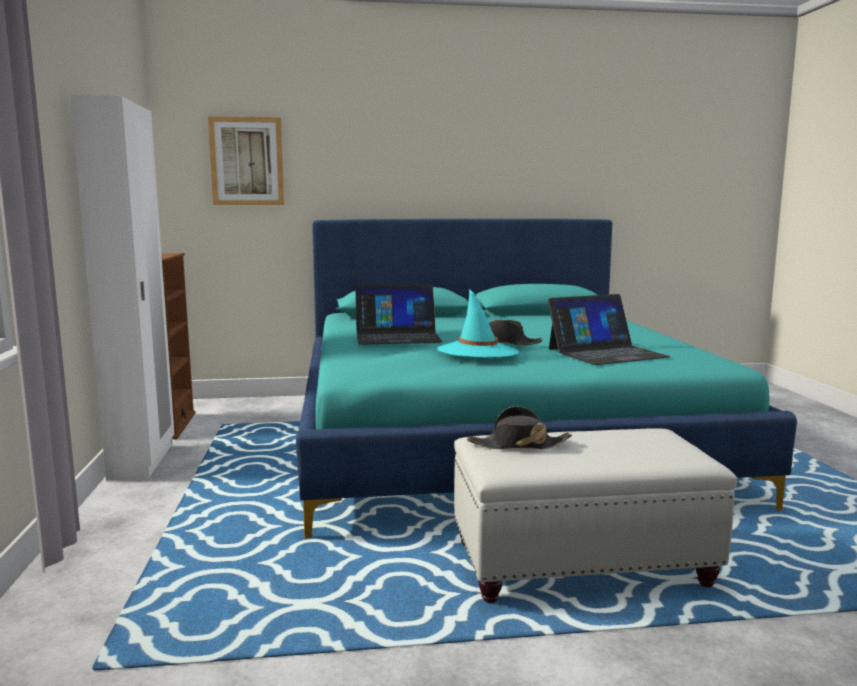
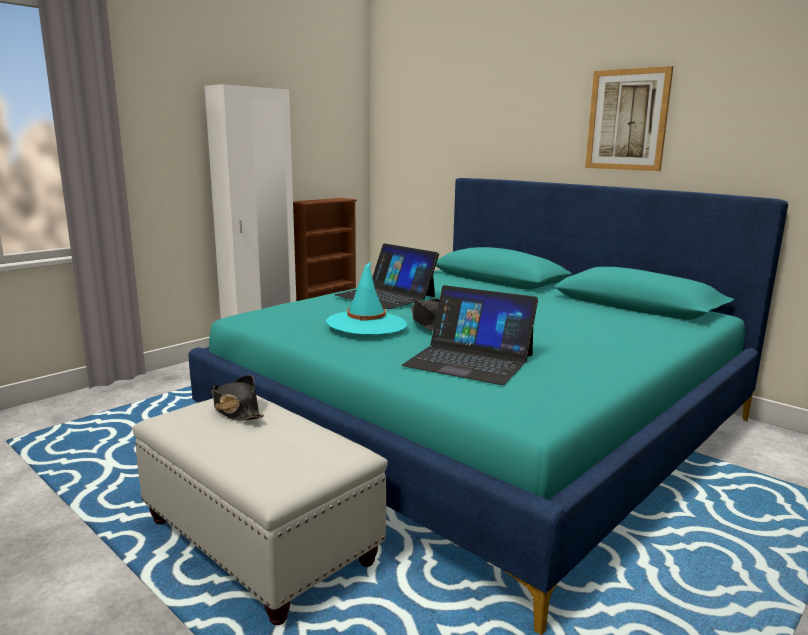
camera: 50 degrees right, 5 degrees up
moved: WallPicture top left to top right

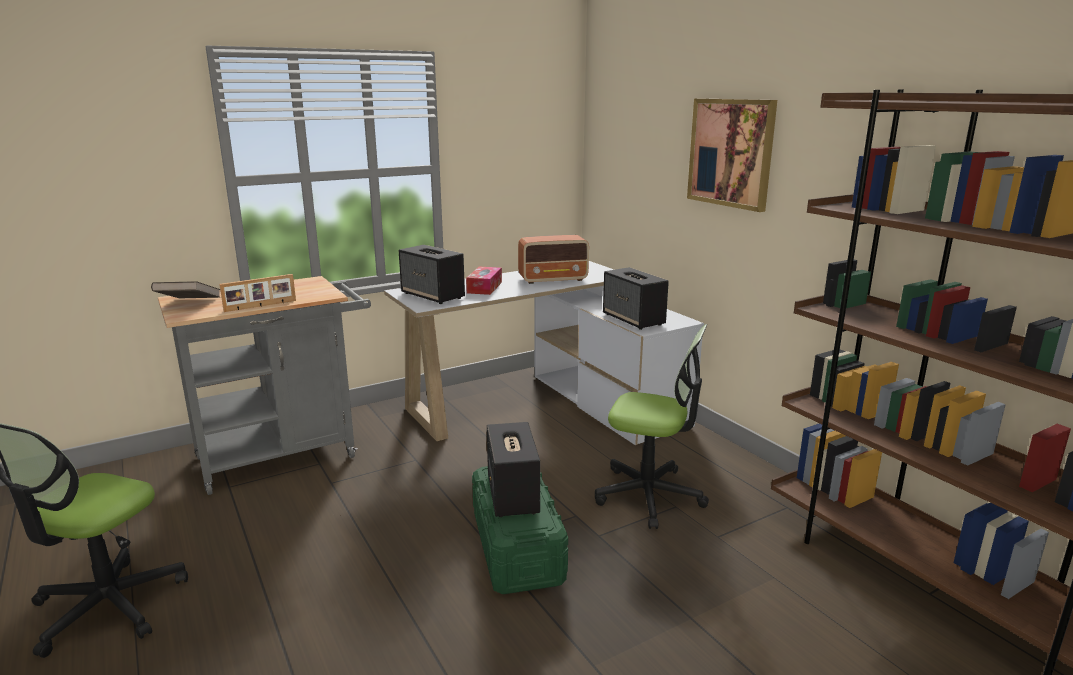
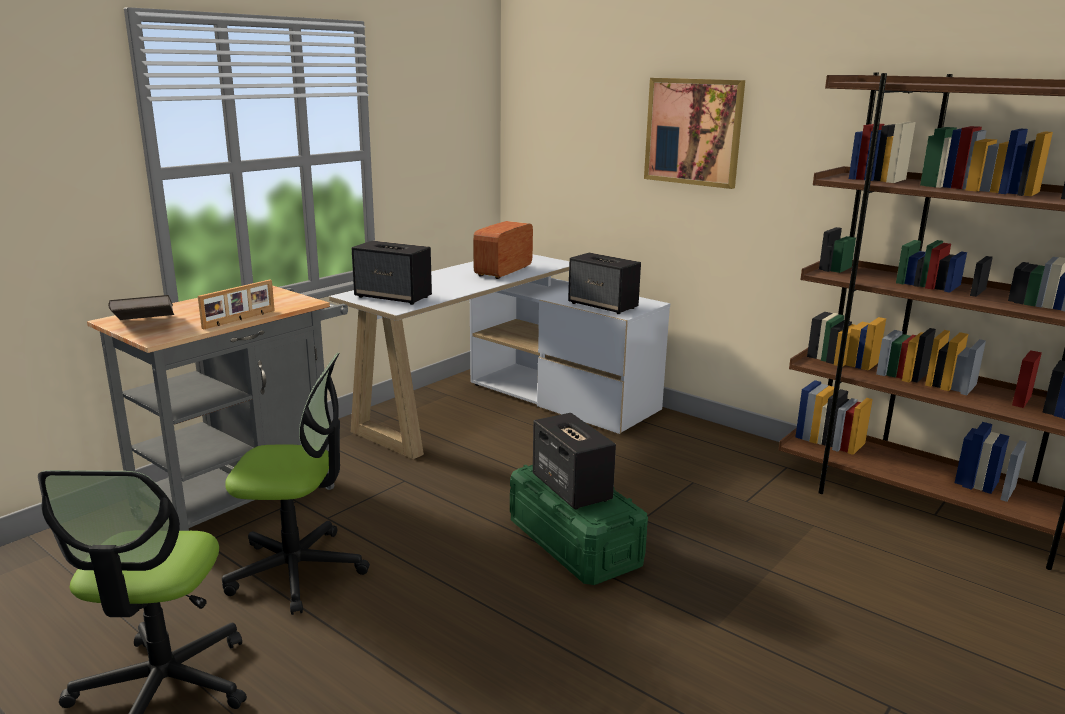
camera: 20 degrees left, 0 degrees up
removed: TissueHolder centre
moved: DeskChair (2nd from left) centre to bottom left
turned: RadioReceiver centre = centre 150 degrees clockwise

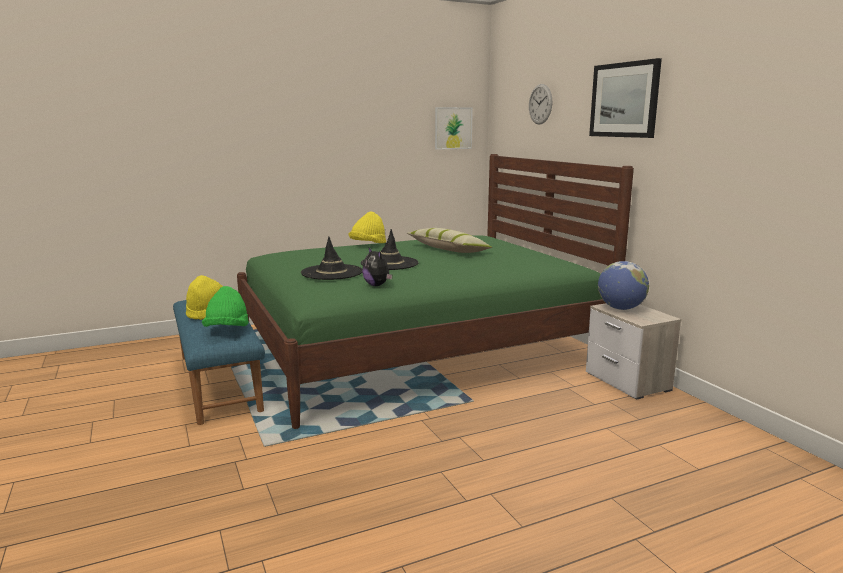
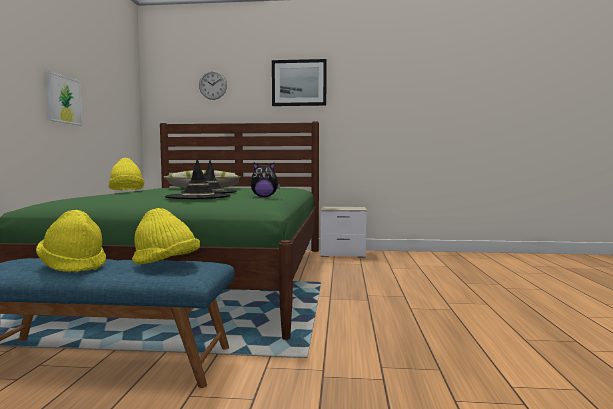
camera: 60 degrees left, 10 degrees down
removed: WorldGlobe middle right
moved: WallPicture (1st from left) top centre to top left
recoloured: GreenishHat middle left to YellowHat (3rd from left) middle left

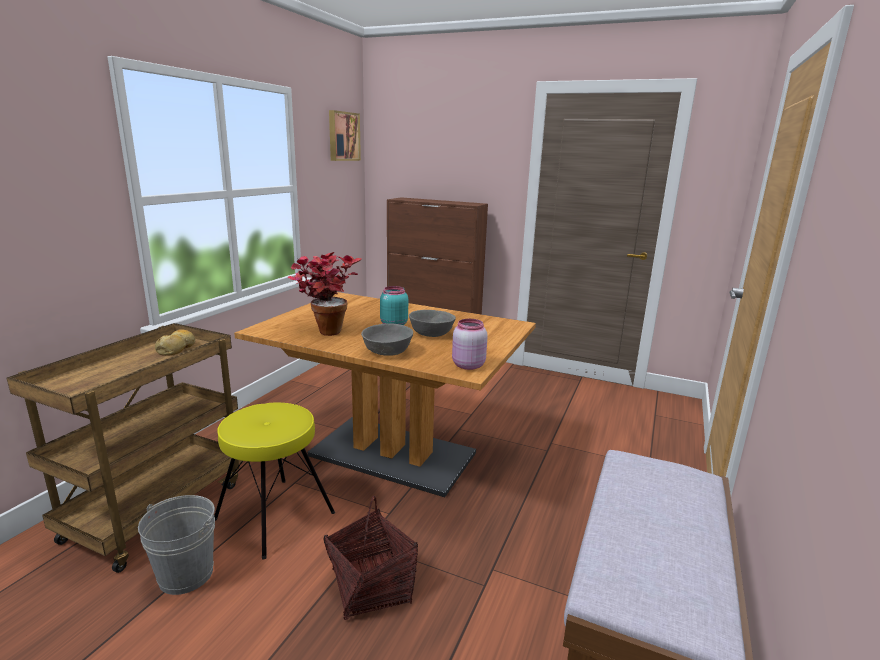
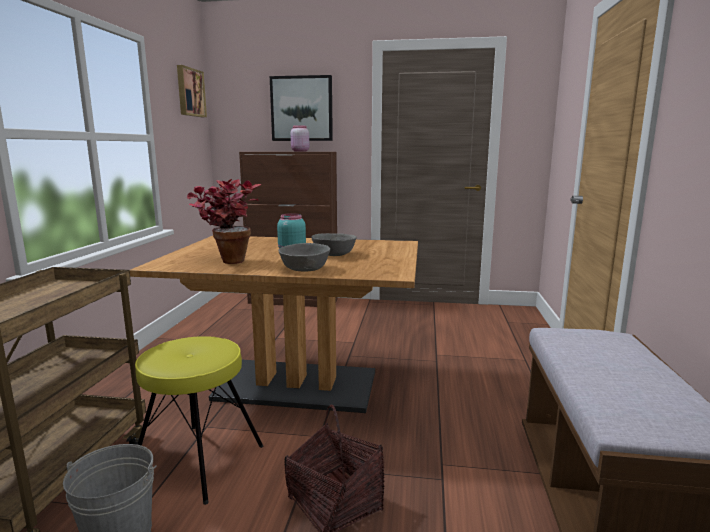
camera: 15 degrees left, 5 degrees down
removed: Bread middle left
added: WallPicture (2nd from left) top centre
moved: PinkColouredStorageJar centre to top centre

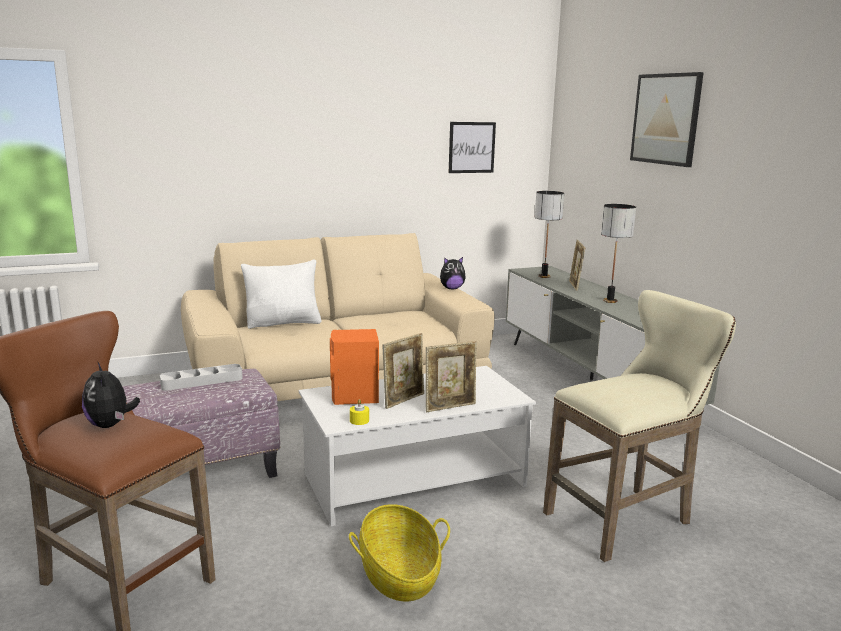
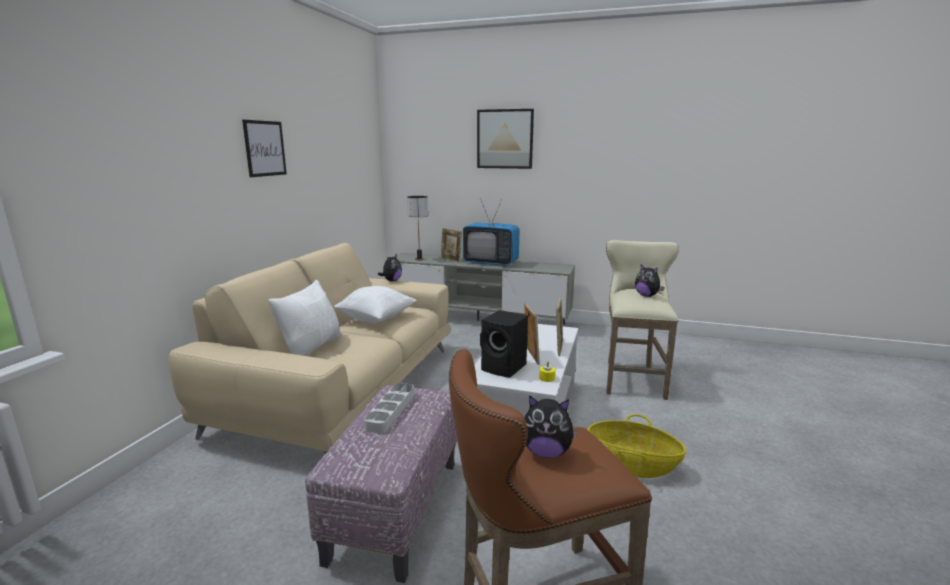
camera: 50 degrees left, 0 degrees up
added: WhitishPillow (2nd from left) centre; PlushToy (3rd from left) middle right
moved: WallPicture (1st from left) top centre to top left
replaced: LampForATable (2nd from left) middle right to Television centre
recoloured: OrangeColouredSpeaker centre to BlackSpeaker centre

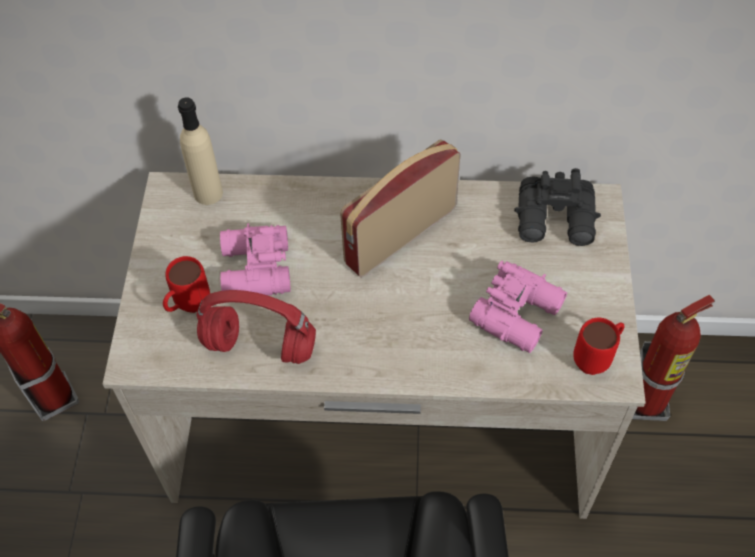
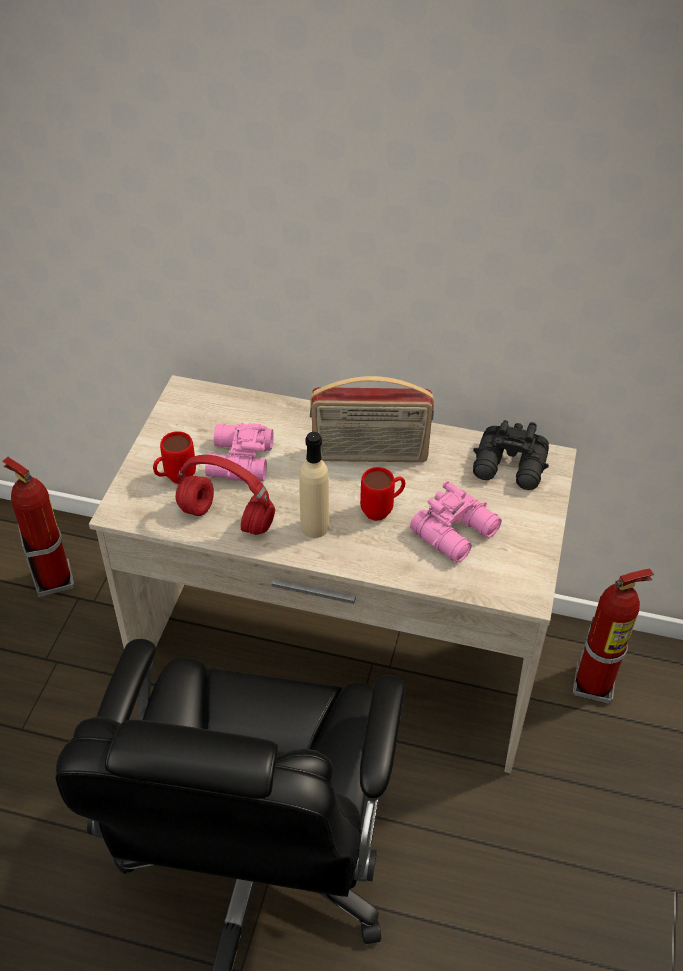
camera: 10 degrees right, 10 degrees down
moved: SandColouredDrinkBottle top left to centre; RedColouredMug (2nd from left) middle right to centre
turned: RadioReceiver centre = centre 150 degrees counterclockwise

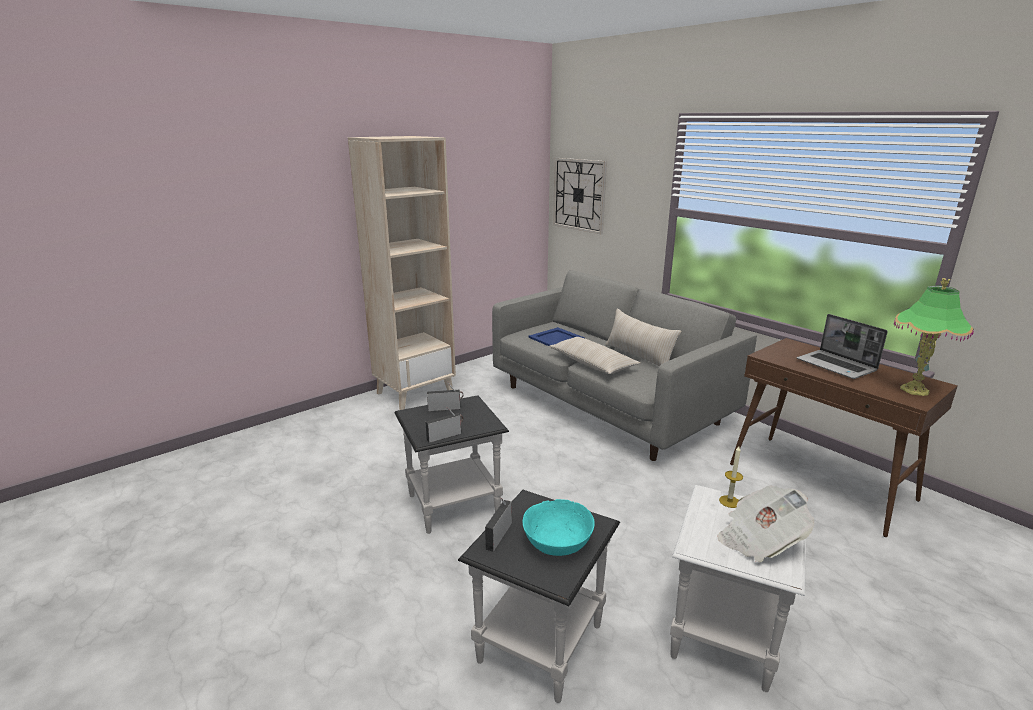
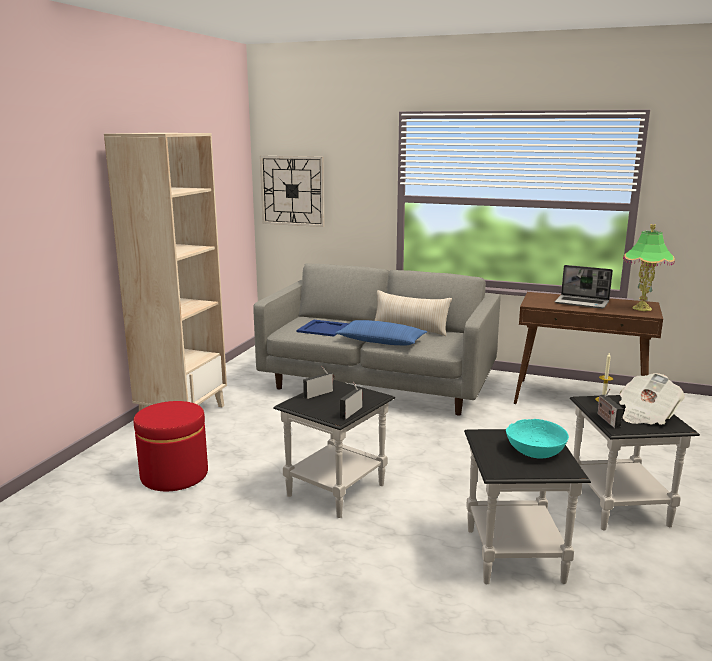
camera: 30 degrees left, 5 degrees down
added: RedColouredFootrest bottom left
moved: RadioReceiver (3rd from left) bottom centre to middle right
recoloured: SandColouredPillow (1st from left) centre to BluePillow centre; WhitishEndTable bottom right to BlackEndTable (3rd from left) bottom right

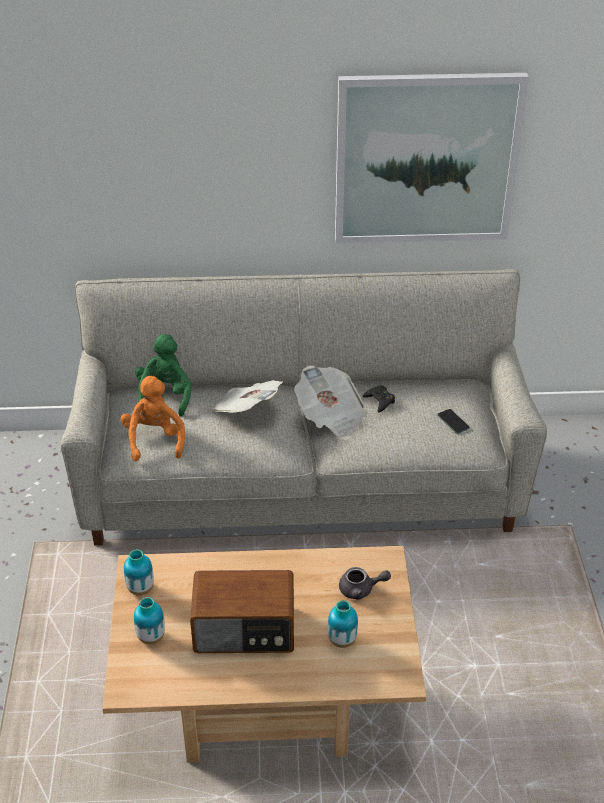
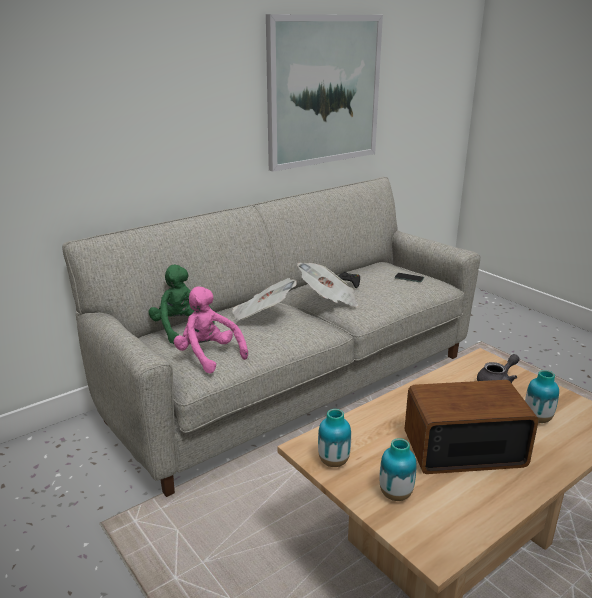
camera: 35 degrees left, 15 degrees down
recoloured: OrangeColouredPlushToy middle left to PinkColouredPlushToy centre
turned: RadioReceiver bottom centre = bottom right 150 degrees counterclockwise

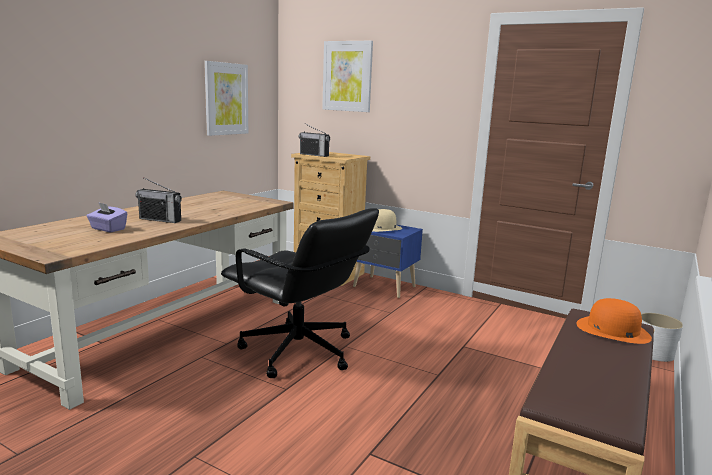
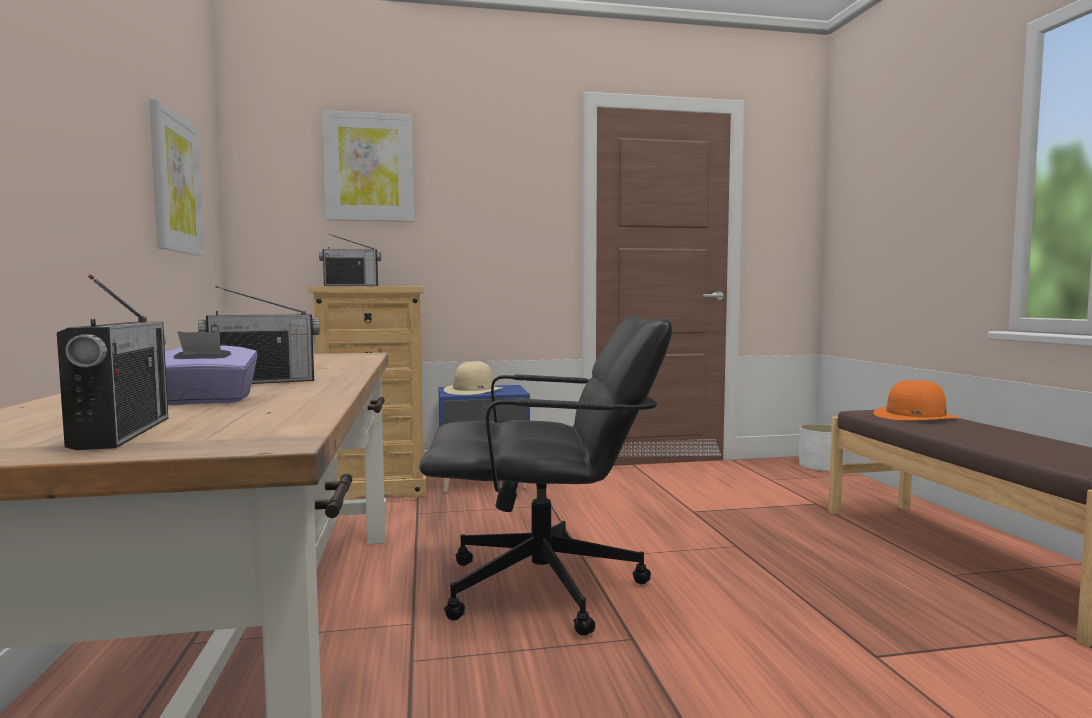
camera: 40 degrees left, 10 degrees down
added: RadioReceiver (1st from left) middle left

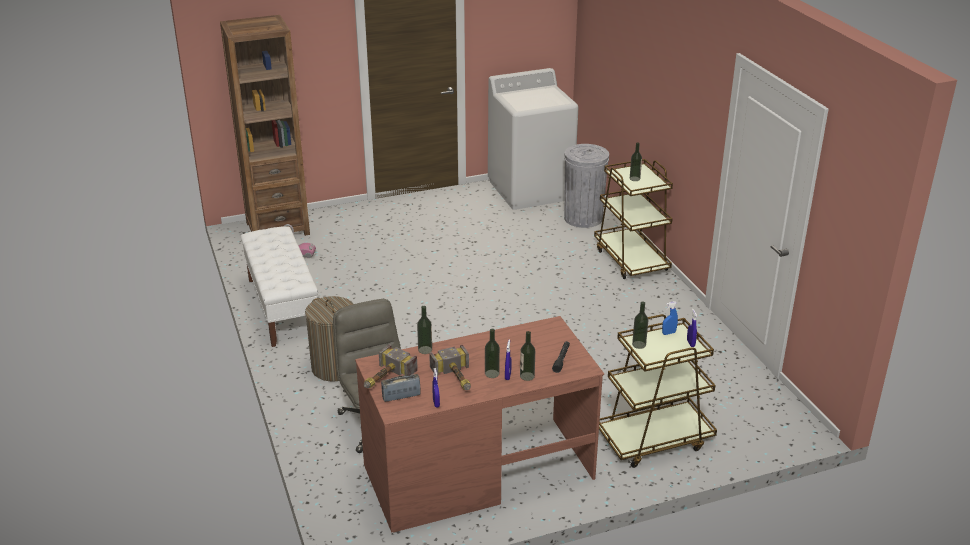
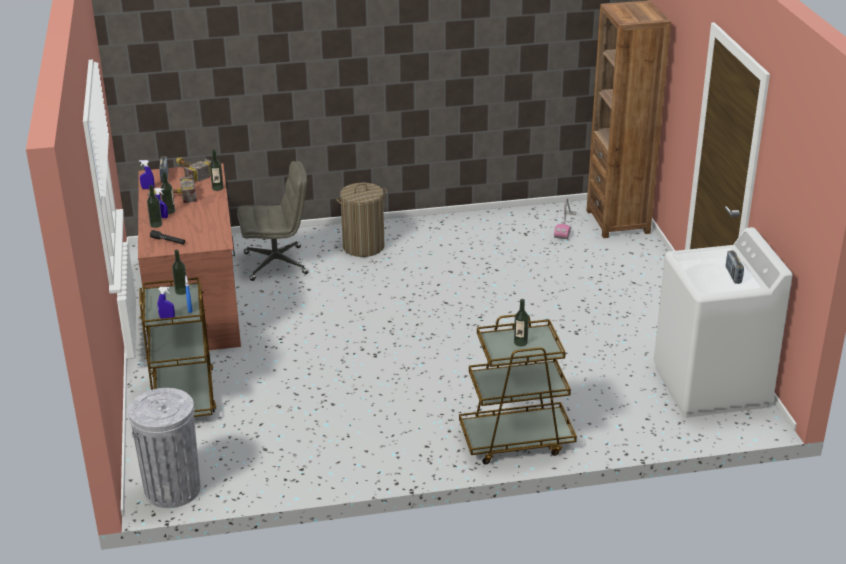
camera: 100 degrees right, 0 degrees up
removed: WhitishIndoorBench middle left
added: RadioReceiver (2nd from left) middle right
moved: GreyTrashCan centre to bottom left

